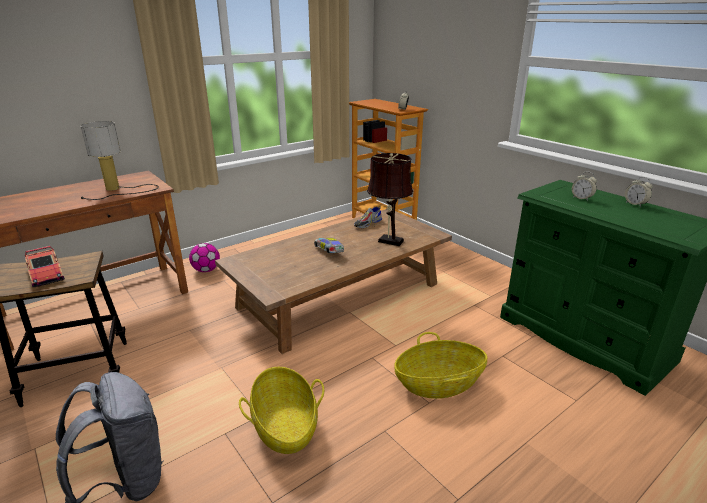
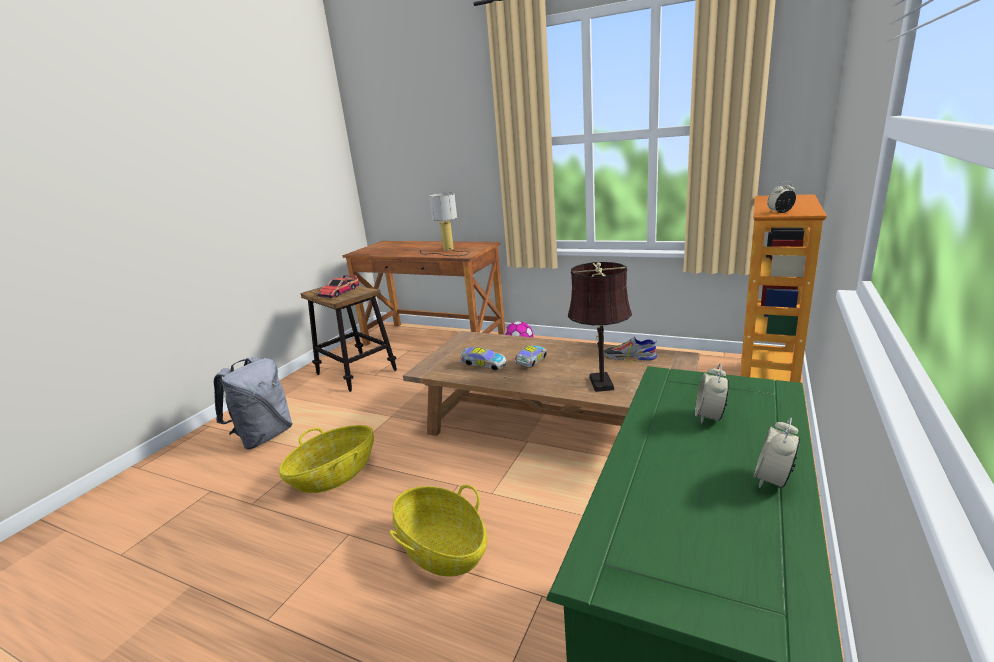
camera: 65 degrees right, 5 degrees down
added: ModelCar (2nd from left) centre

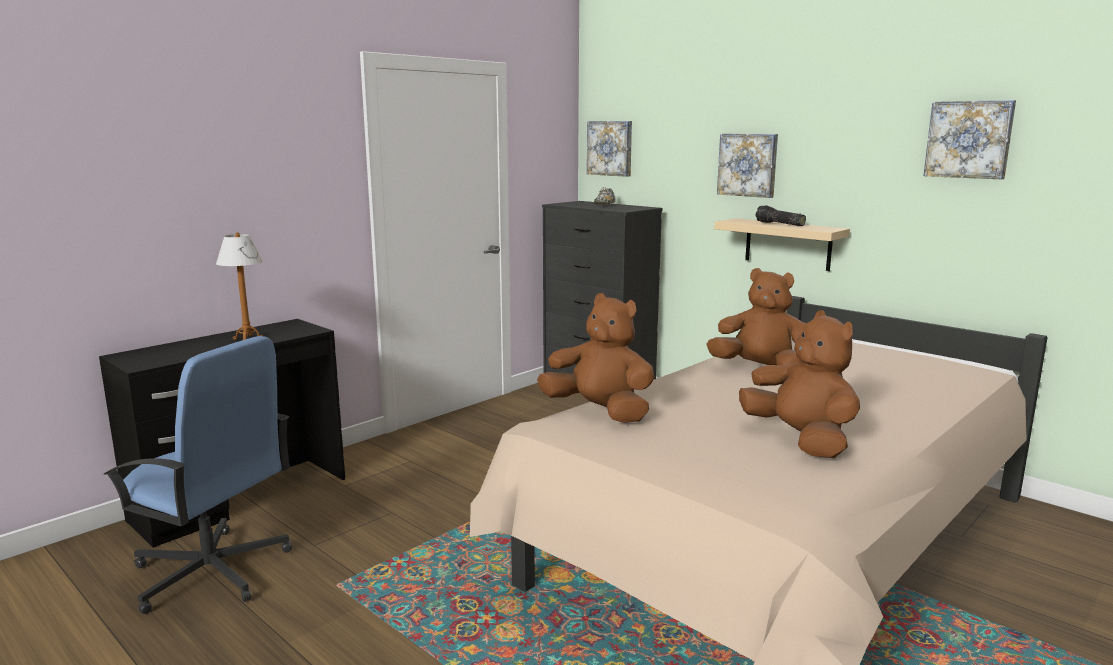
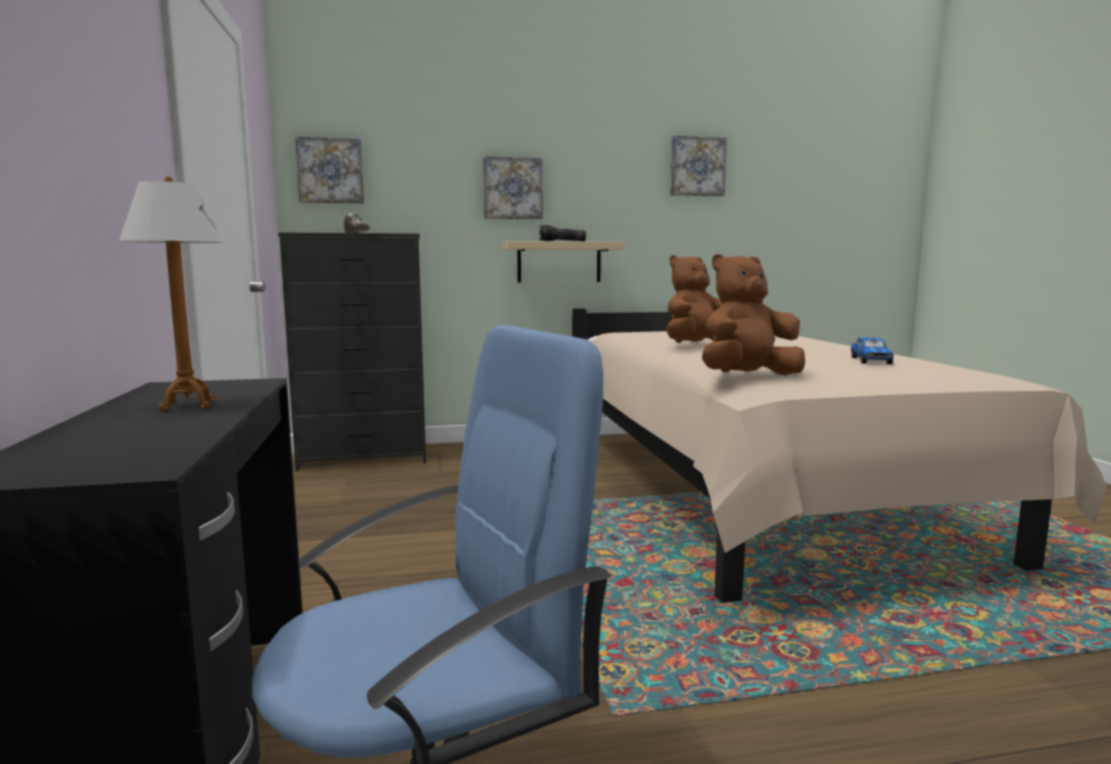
camera: 55 degrees left, 5 degrees down
replaced: BrownishPlushToy (3rd from left) middle right to ModelCar middle right

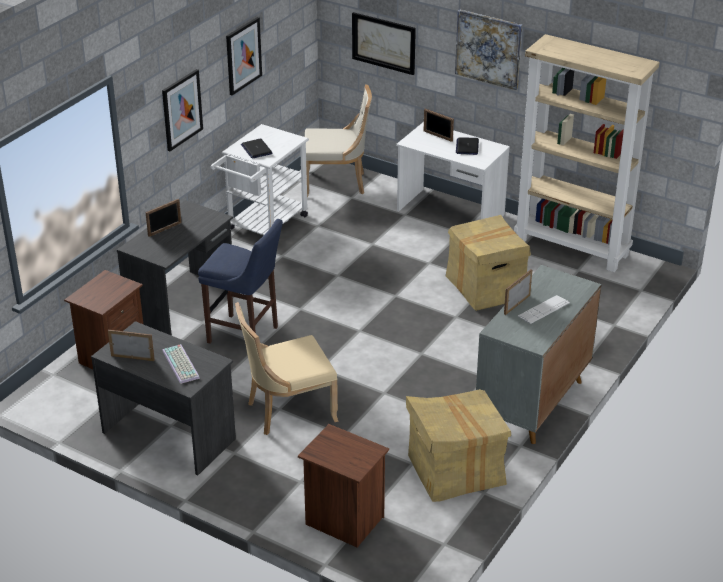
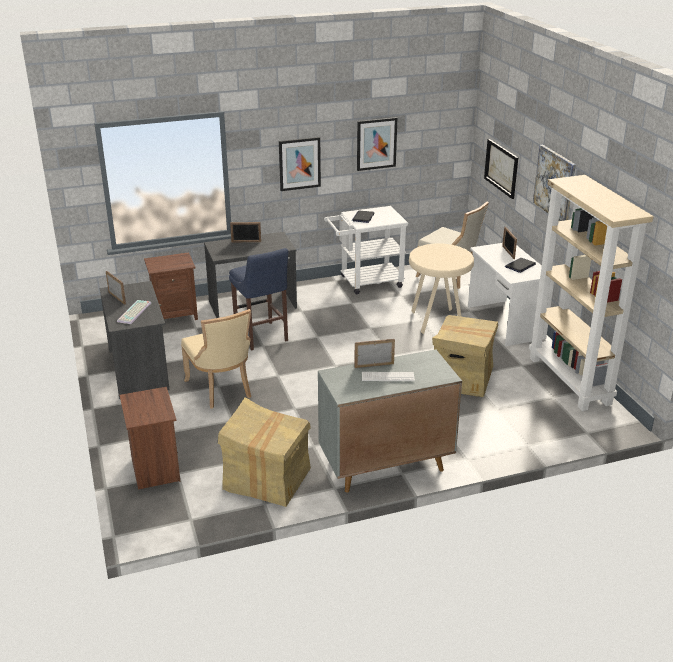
camera: 40 degrees right, 5 degrees down
added: SandColouredStool centre
turned: SandColouredUprightChair (1st from left) centre = middle left 135 degrees counterclockwise

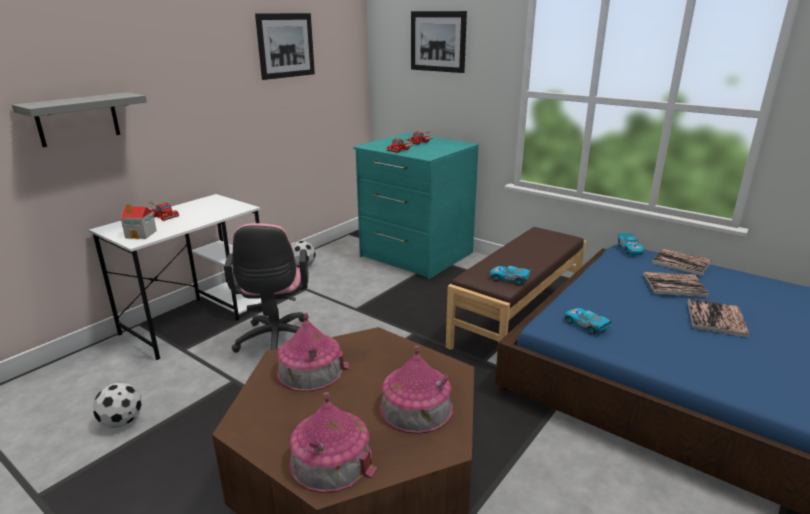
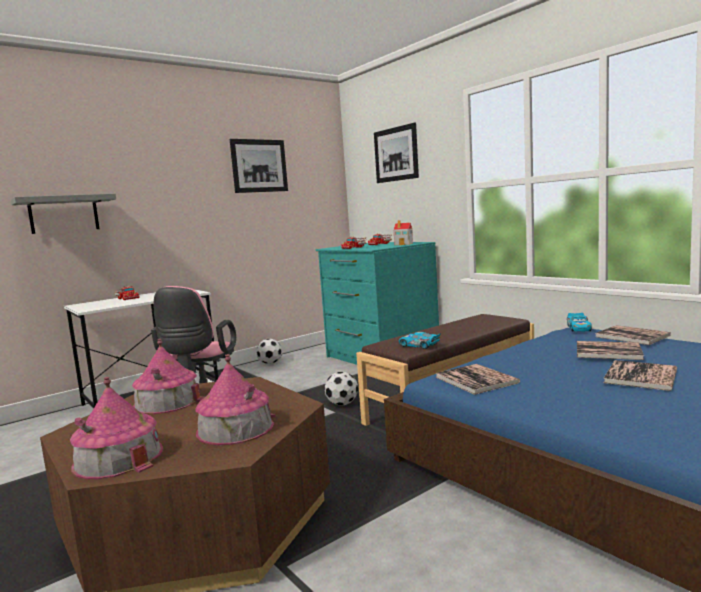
camera: 15 degrees right, 15 degrees down
moved: BallForFootball (1st from left in the first image) bottom left to BallForFootball (2nd from left) centre; MiniatureHouse (1st from left in the first image) middle left to MiniatureHouse (4th from left) centre
replaced: ModelCar (2nd from left) middle right to BoundBook (1st from left) middle right

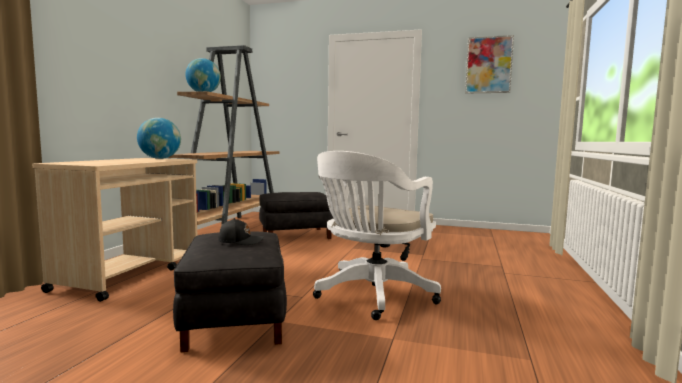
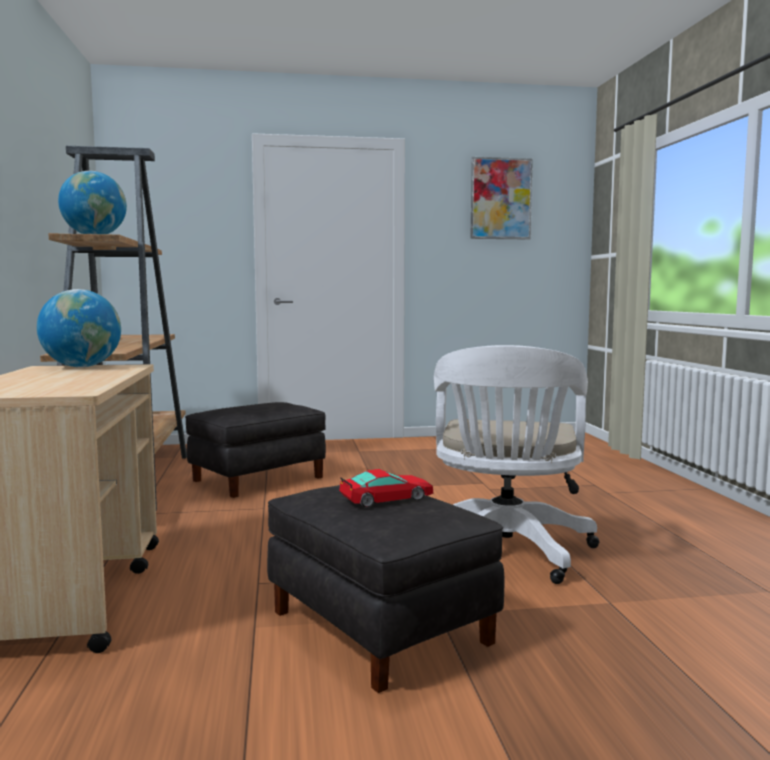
camera: 25 degrees left, 0 degrees up
replaced: BlackCap centre to ModelCar centre

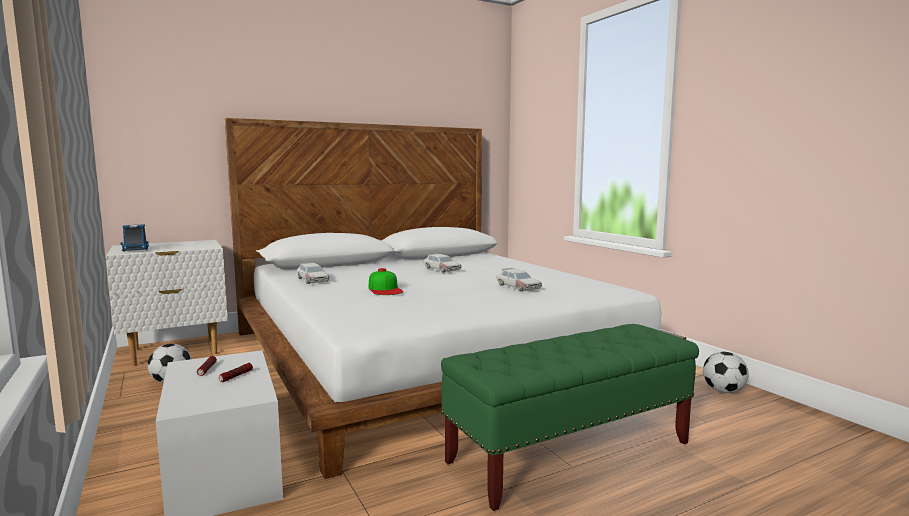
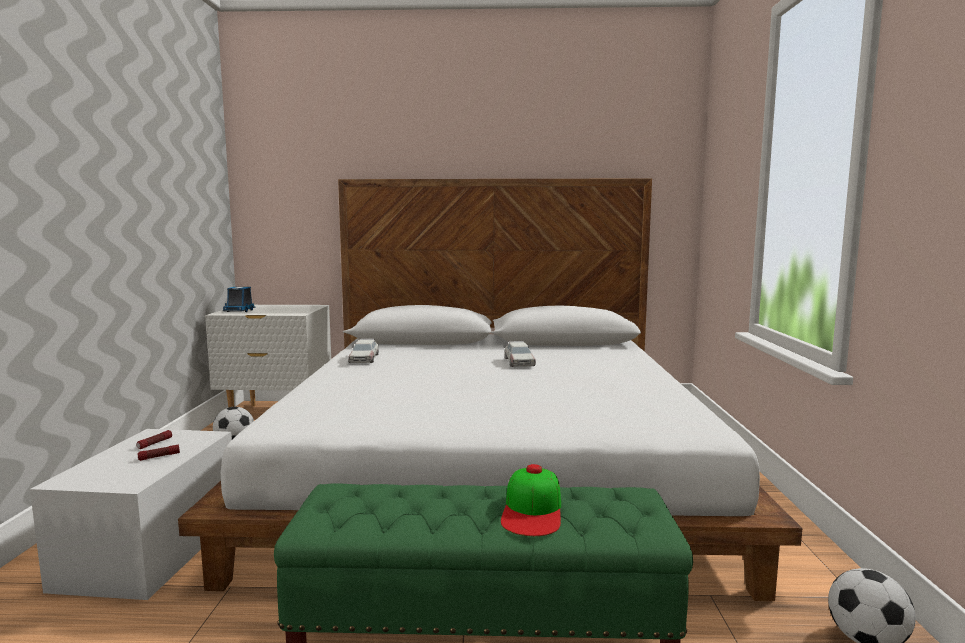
camera: 30 degrees right, 0 degrees up
removed: ModelCar (3rd from left) centre
moved: Cap centre to bottom centre

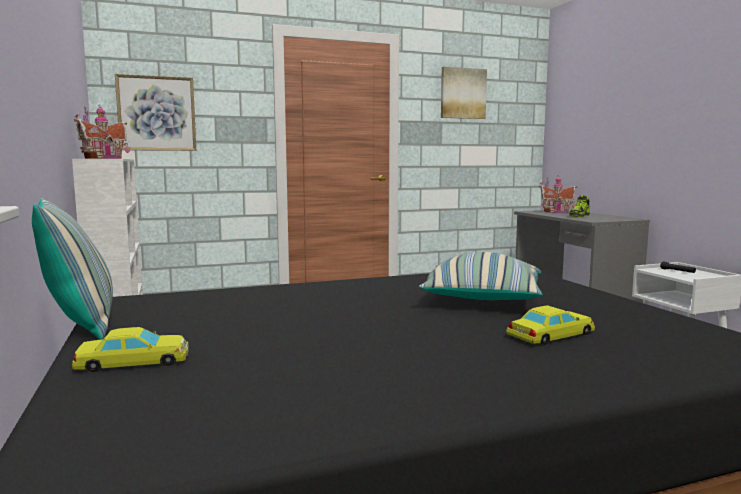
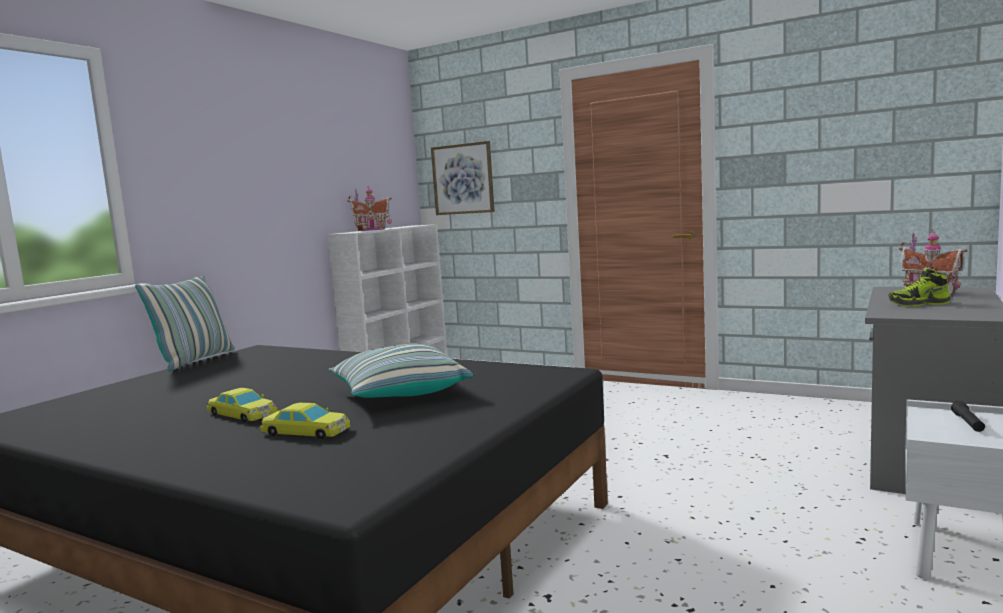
camera: 50 degrees right, 0 degrees up
removed: WallPicture (2nd from left) top centre
moved: YellowModelCar (1st from left) bottom left to middle left

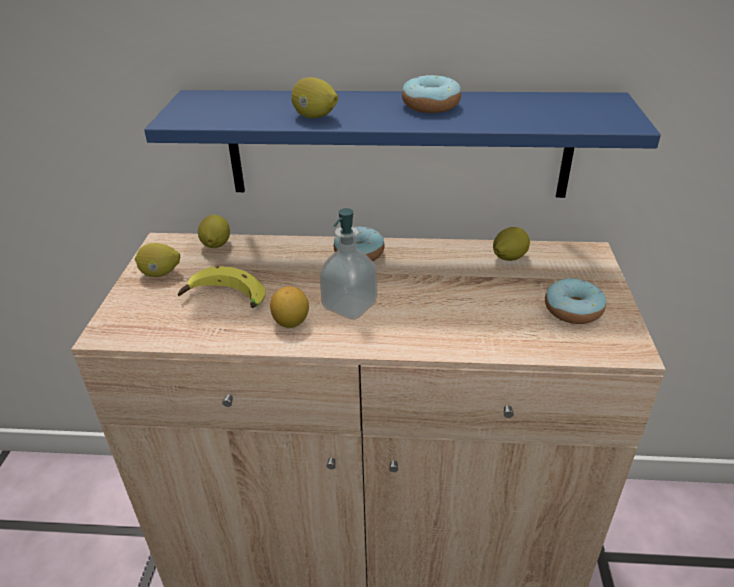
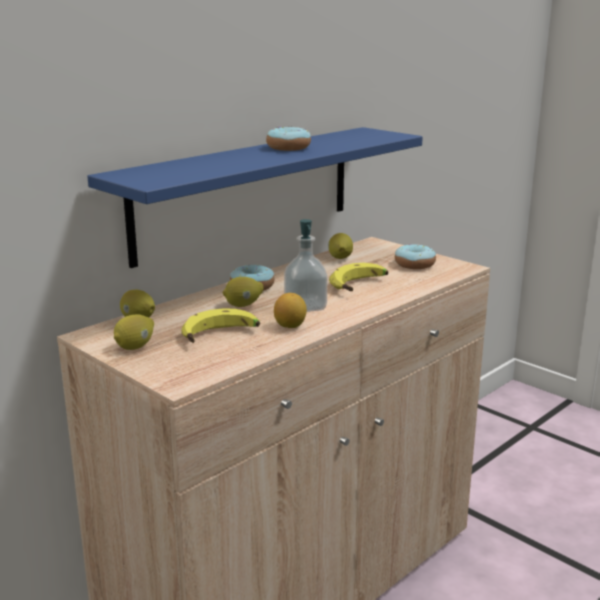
camera: 50 degrees left, 15 degrees down
added: BananaFruit (2nd from left) centre
moved: Lemon (4th from left in the first image) top centre to Lemon (3rd from left) centre

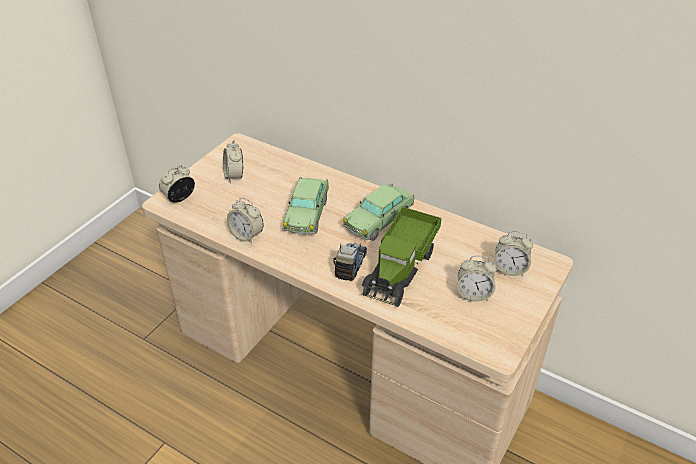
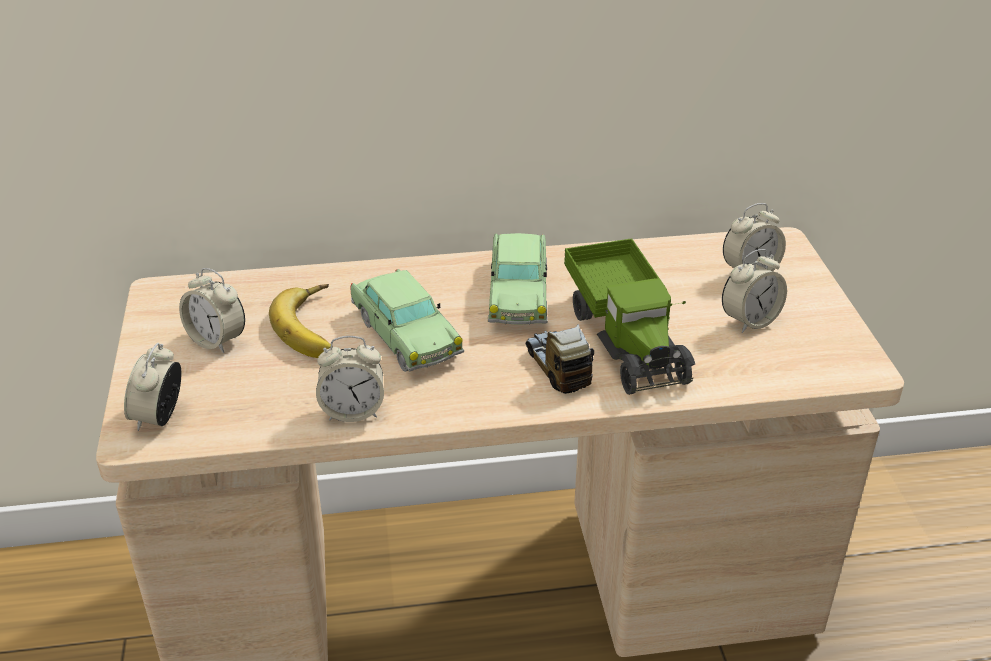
camera: 40 degrees left, 5 degrees down
added: BananaFruit middle left

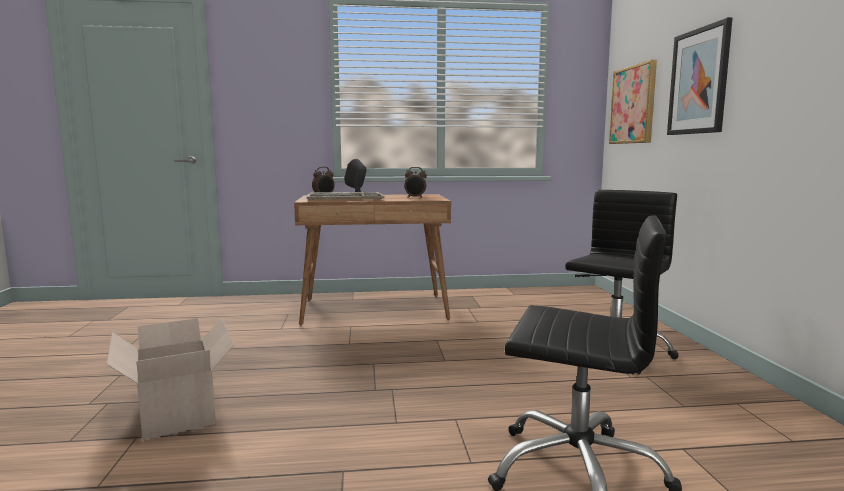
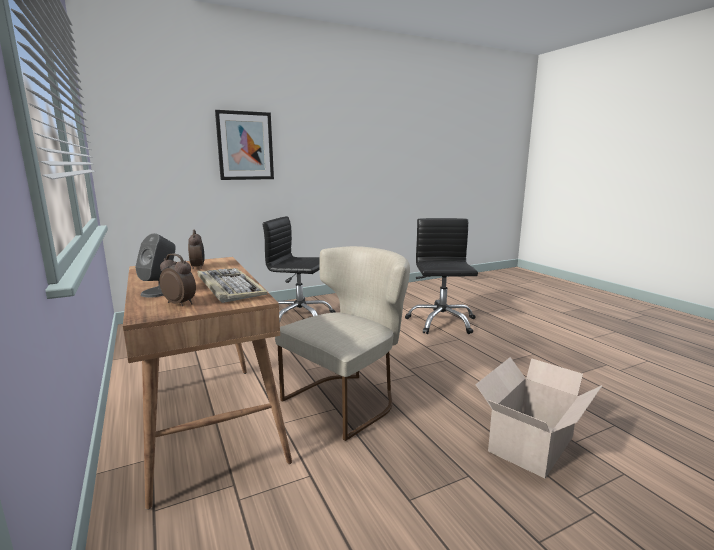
camera: 110 degrees left, 5 degrees up
removed: WallPicture (1st from left) top right
added: SandColouredUprightChair centre

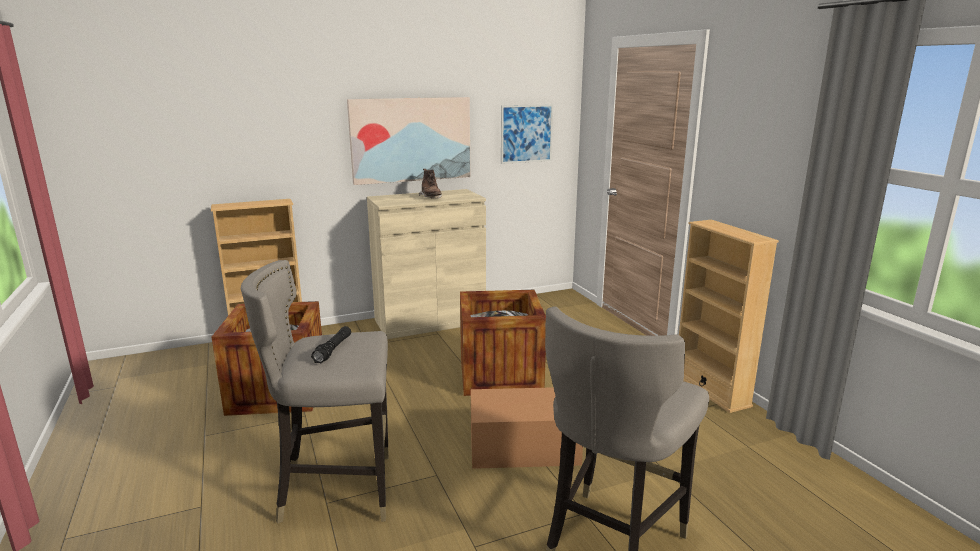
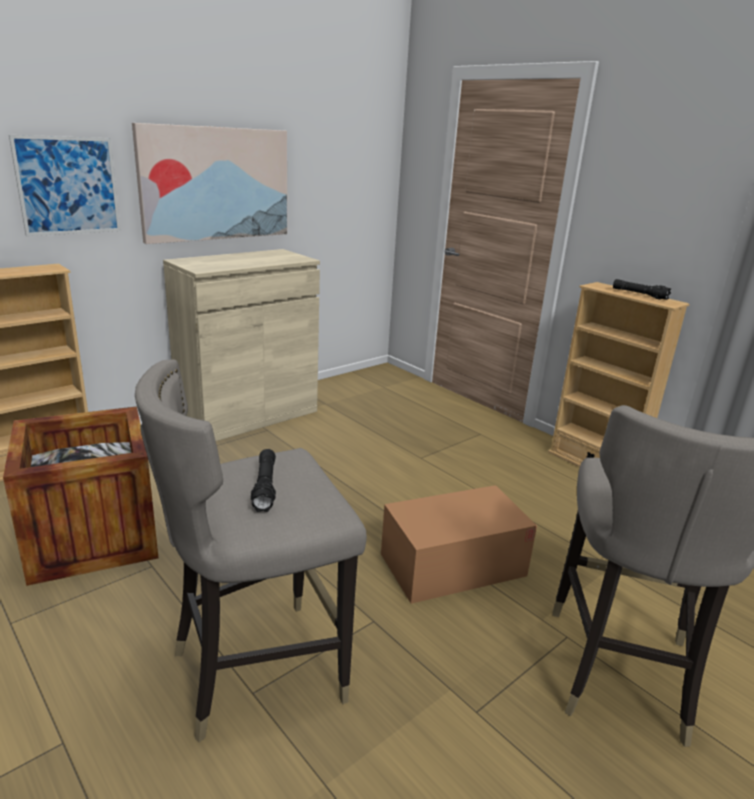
camera: 20 degrees left, 5 degrees up
removed: BrownishBoot top centre; PackingCrate (2nd from left) centre
added: BlackFlashlight (2nd from left) middle right
moved: WallPicture (2nd from left in the first image) top centre to WallPicture (1st from left) top left

